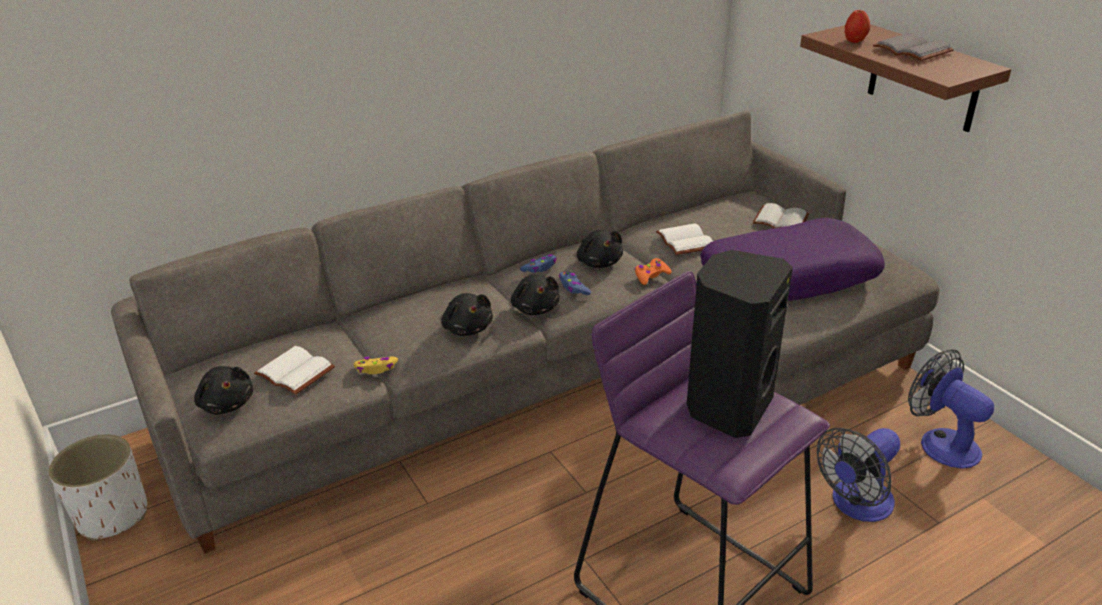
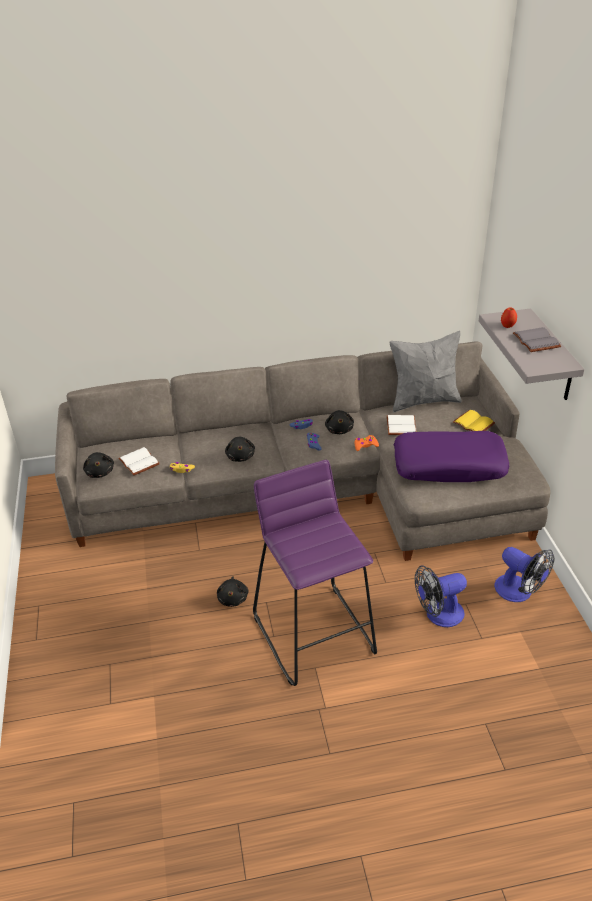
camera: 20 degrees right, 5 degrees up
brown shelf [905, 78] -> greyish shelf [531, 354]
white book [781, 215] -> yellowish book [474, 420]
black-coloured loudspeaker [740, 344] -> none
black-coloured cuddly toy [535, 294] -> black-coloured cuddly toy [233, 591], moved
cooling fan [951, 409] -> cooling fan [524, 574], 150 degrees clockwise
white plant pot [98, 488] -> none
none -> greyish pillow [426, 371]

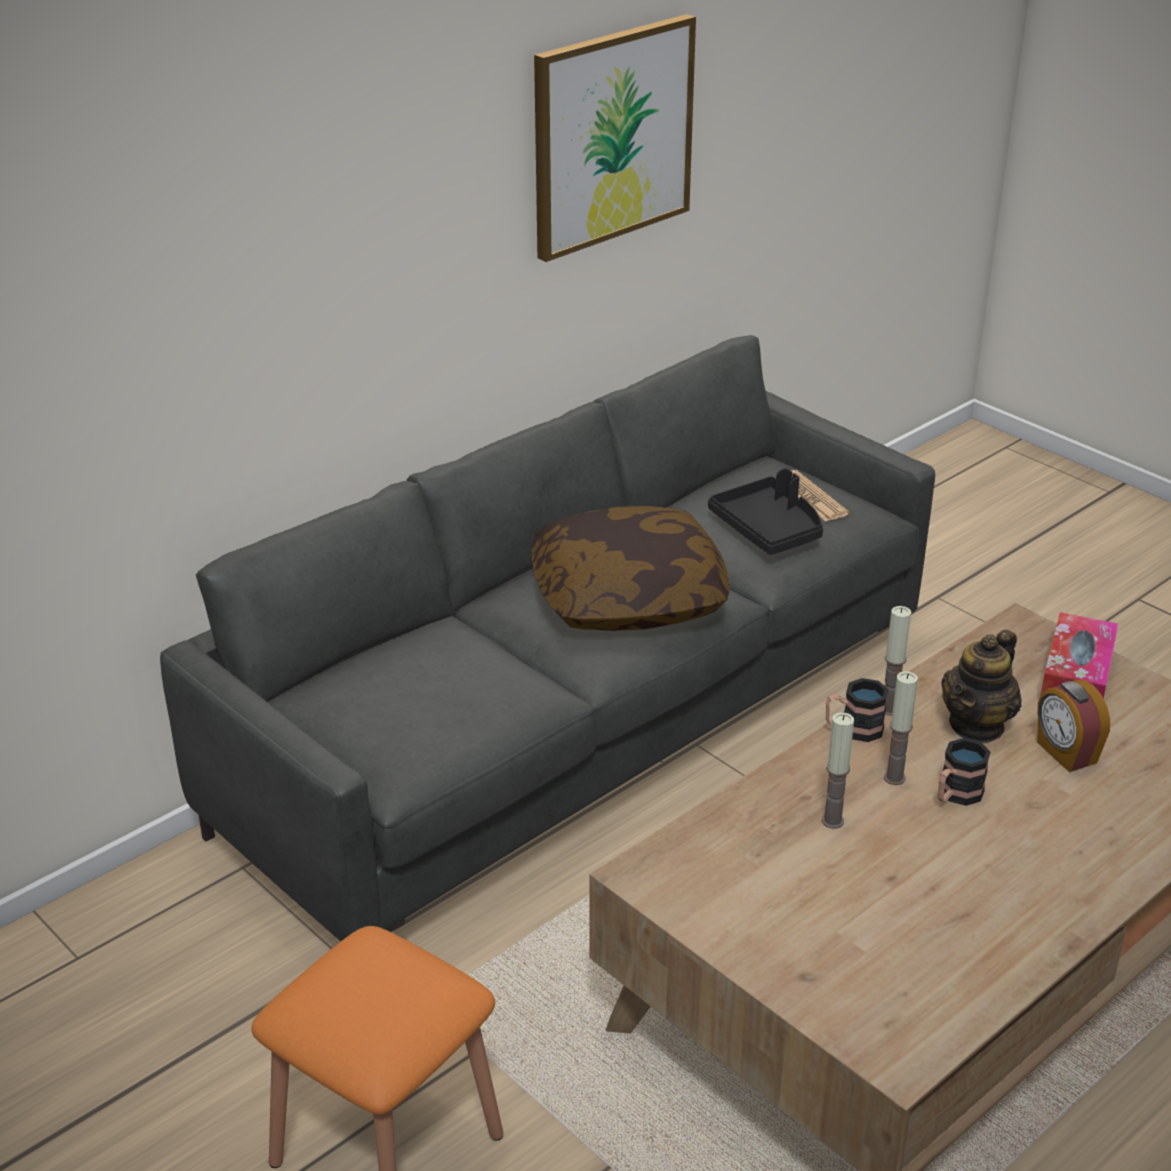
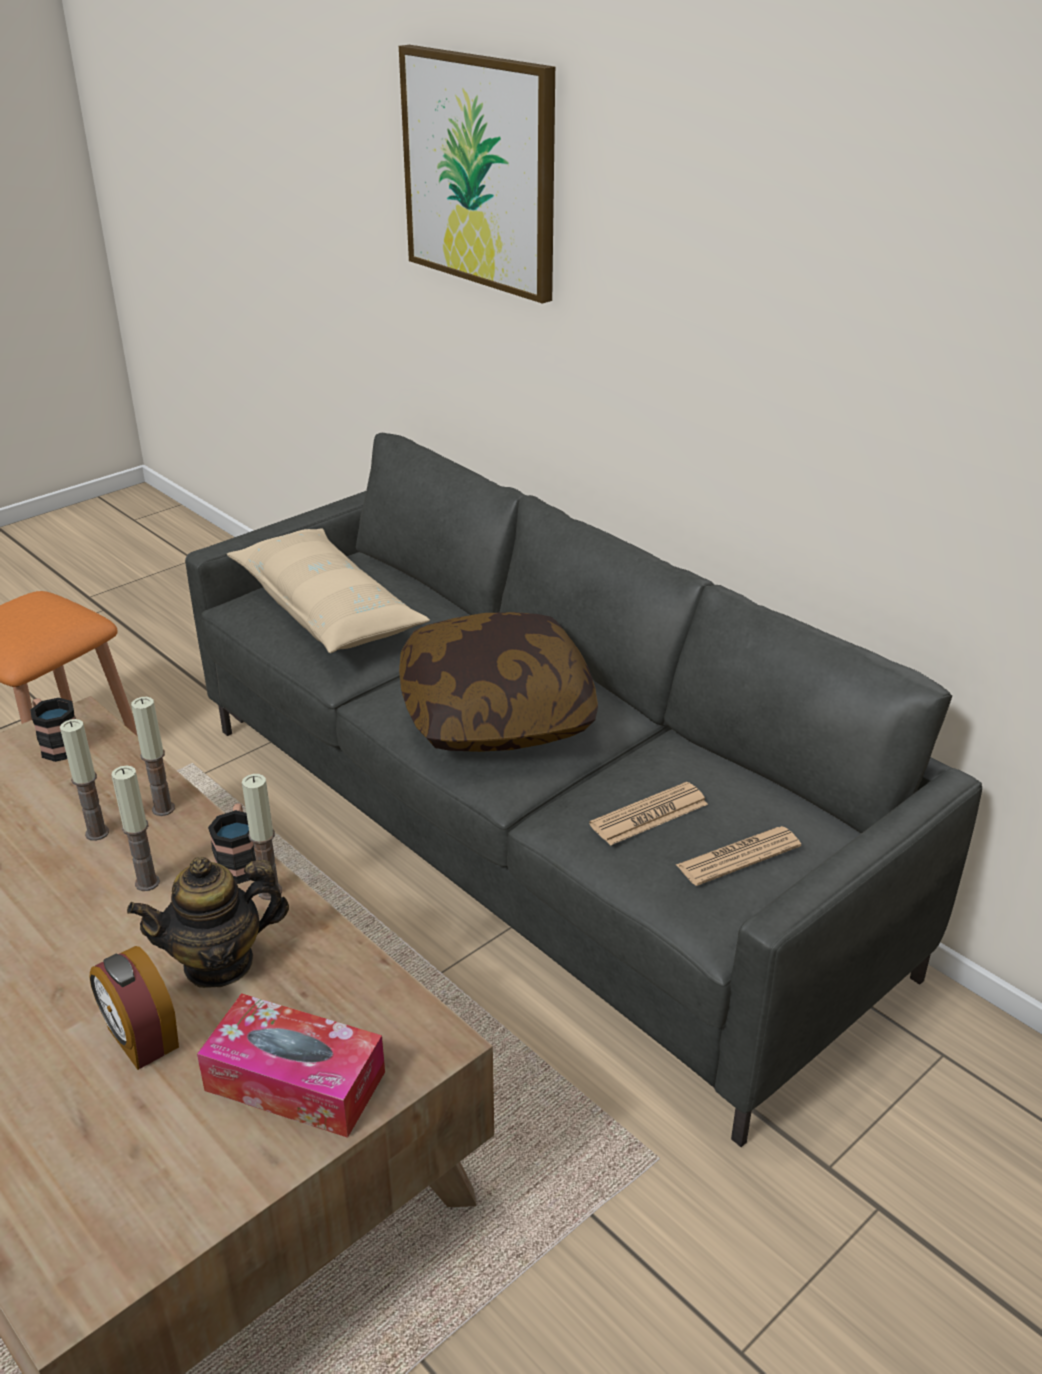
camera: 90 degrees right, 0 degrees up
wall art [615, 138] -> wall art [477, 174], moved
black-coloured tray [765, 511] -> printed paper [648, 814]
pot for tea [981, 686] -> pot for tea [208, 922], 60 degrees counterclockwise
alarm clock [1073, 726] -> alarm clock [134, 1008], 105 degrees counterclockwise
coffee mug [964, 772] -> coffee mug [53, 730], moved
none -> beige-coloured pillow [328, 590]
none -> candle [153, 756]

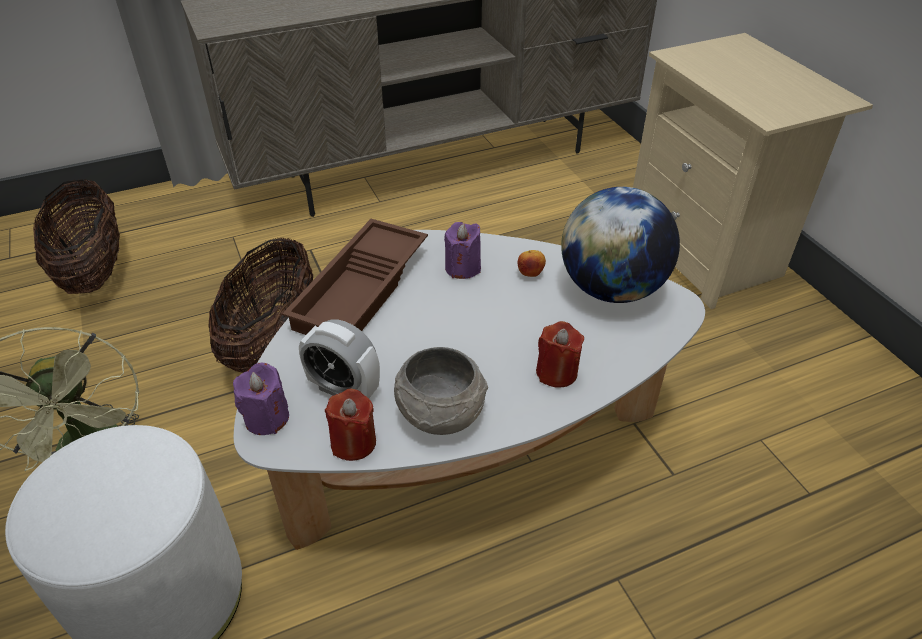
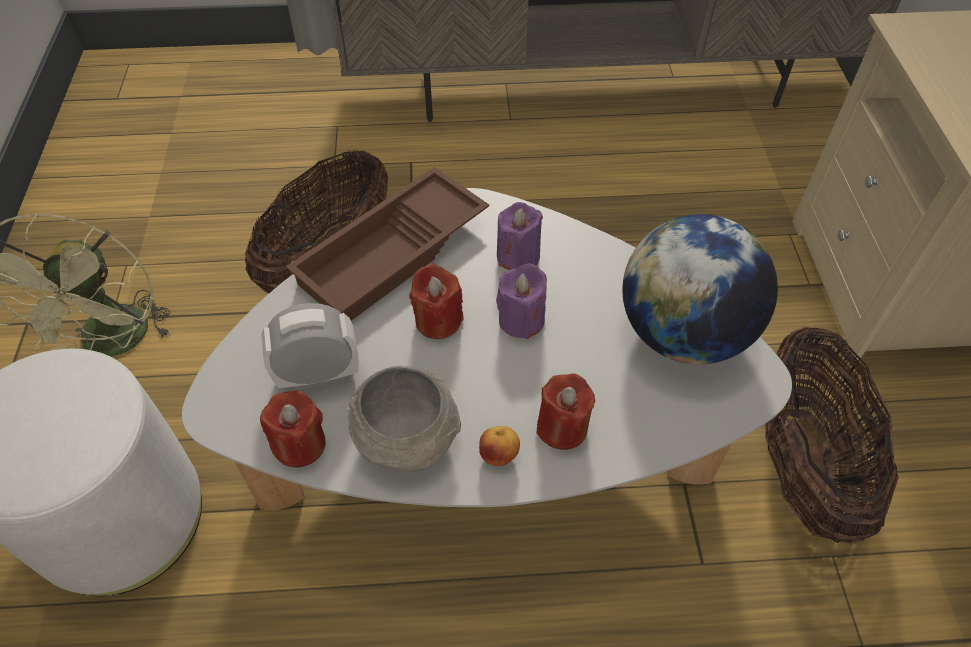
camera: 20 degrees right, 10 degrees up
household basket [76, 236] -> household basket [832, 435], moved
apple fruit [531, 263] -> apple fruit [499, 446], moved
alarm clock [339, 358] -> alarm clock [310, 346], 120 degrees clockwise
purplish candle [261, 399] -> purplish candle [521, 301], moved
none -> reddish candle [436, 301]

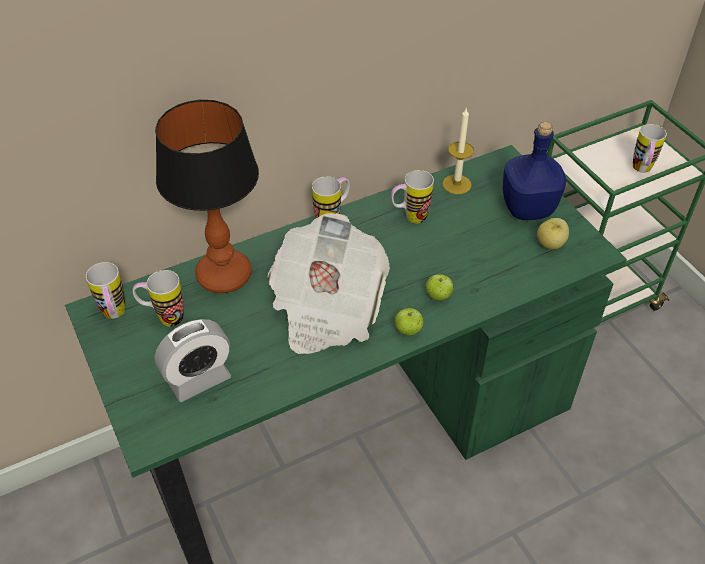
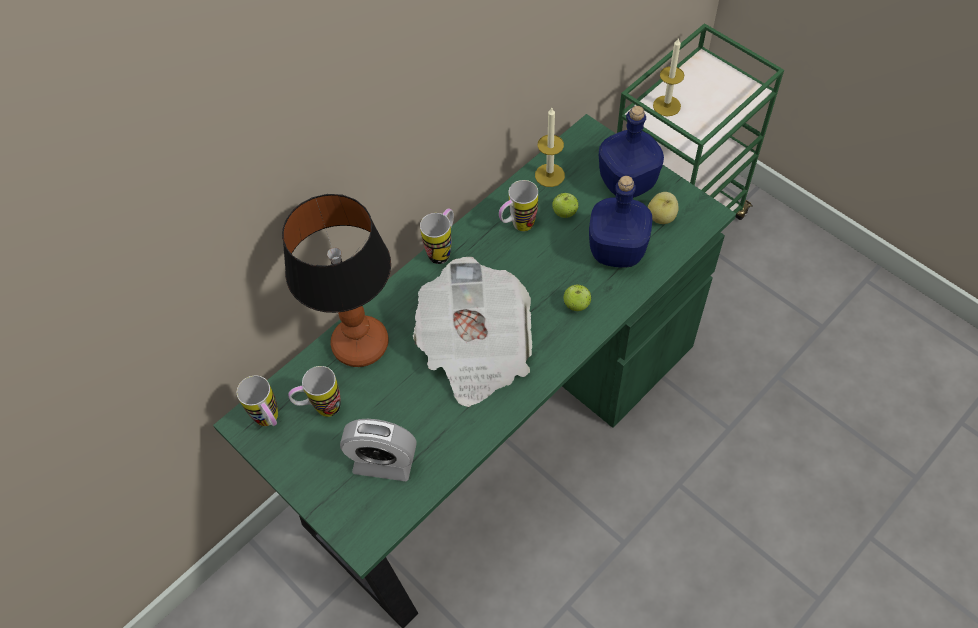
camera: 15 degrees left, 10 degrees up
coffee mug [650, 148] -> none
apple fruit [409, 321] -> apple fruit [565, 205], moved
alarm clock [193, 360] -> alarm clock [378, 450], 60 degrees clockwise
none -> candle [668, 76]
none -> blue-coloured beverage bottle [620, 222]

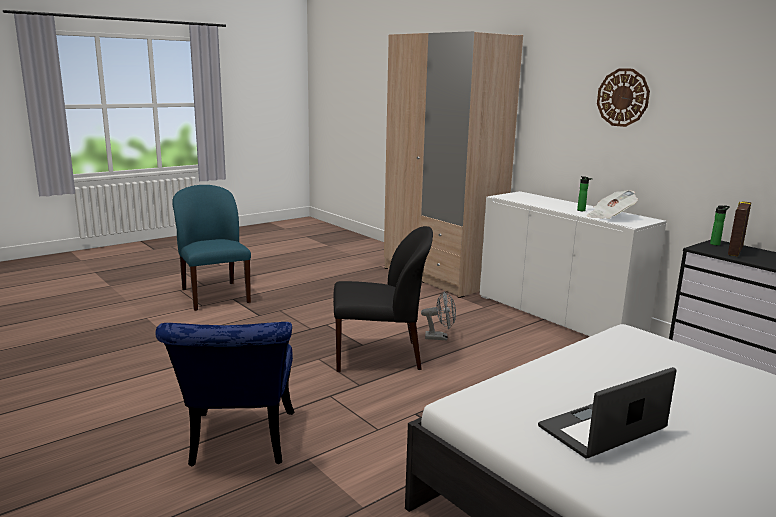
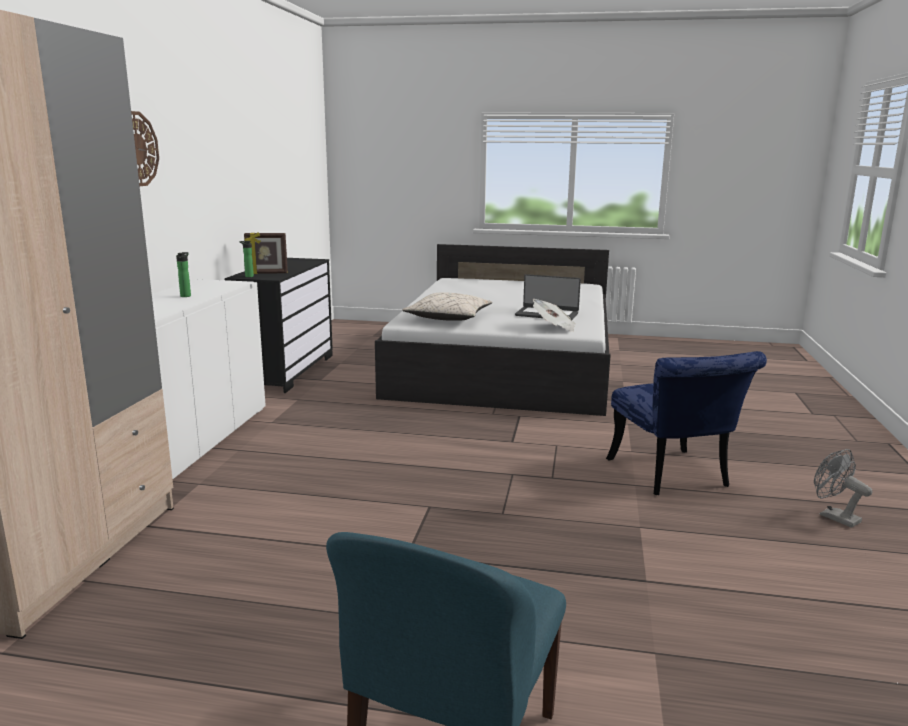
camera: 130 degrees left, 0 degrees up
printed paper [612, 204] -> printed paper [554, 315], moved
black-coloured chair [383, 299] -> none
greyish cooling fan [438, 315] -> greyish cooling fan [843, 488], moved
blue-coloured chair [224, 394] -> blue-coloured chair [686, 423], 120 degrees clockwise
none -> beige-coloured pillow [447, 306]

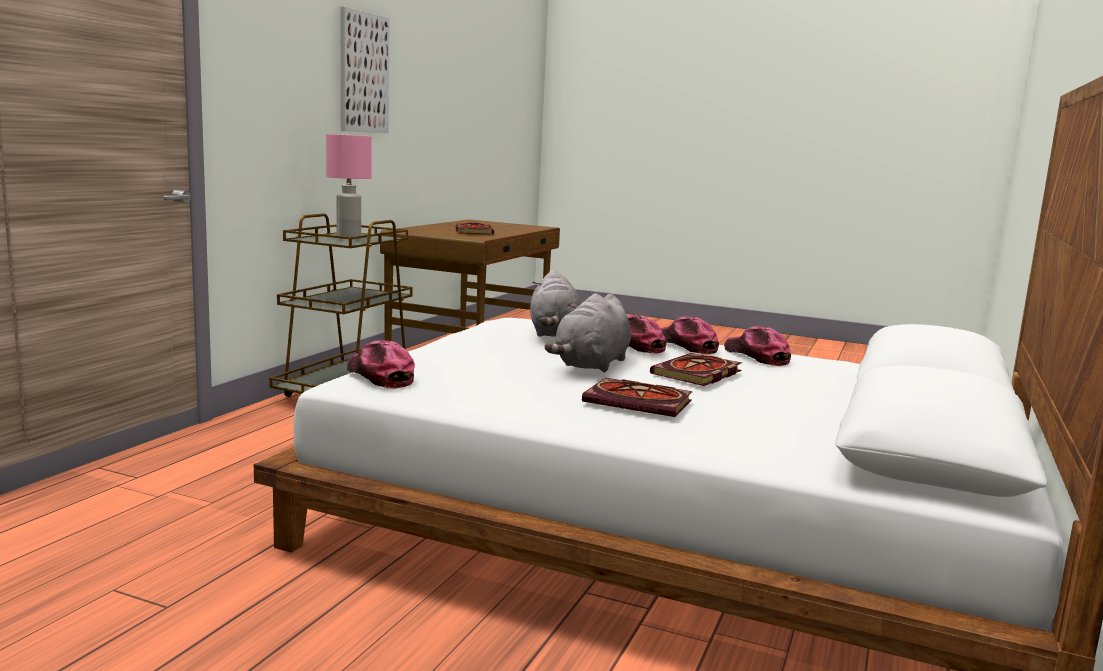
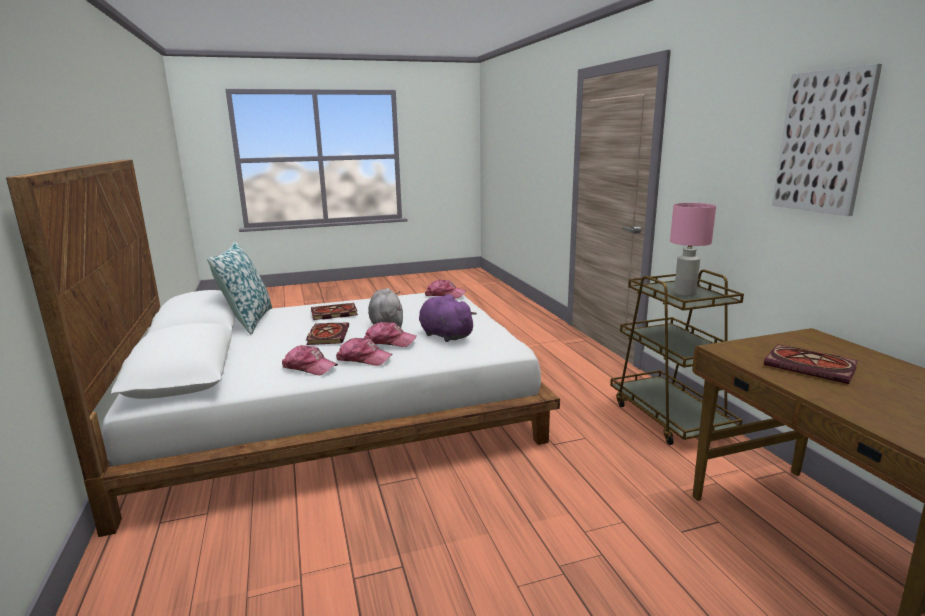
camera: 140 degrees right, 5 degrees up
greyish cuddly toy [555, 303] -> purplish cuddly toy [448, 318]
none -> pillow [239, 288]

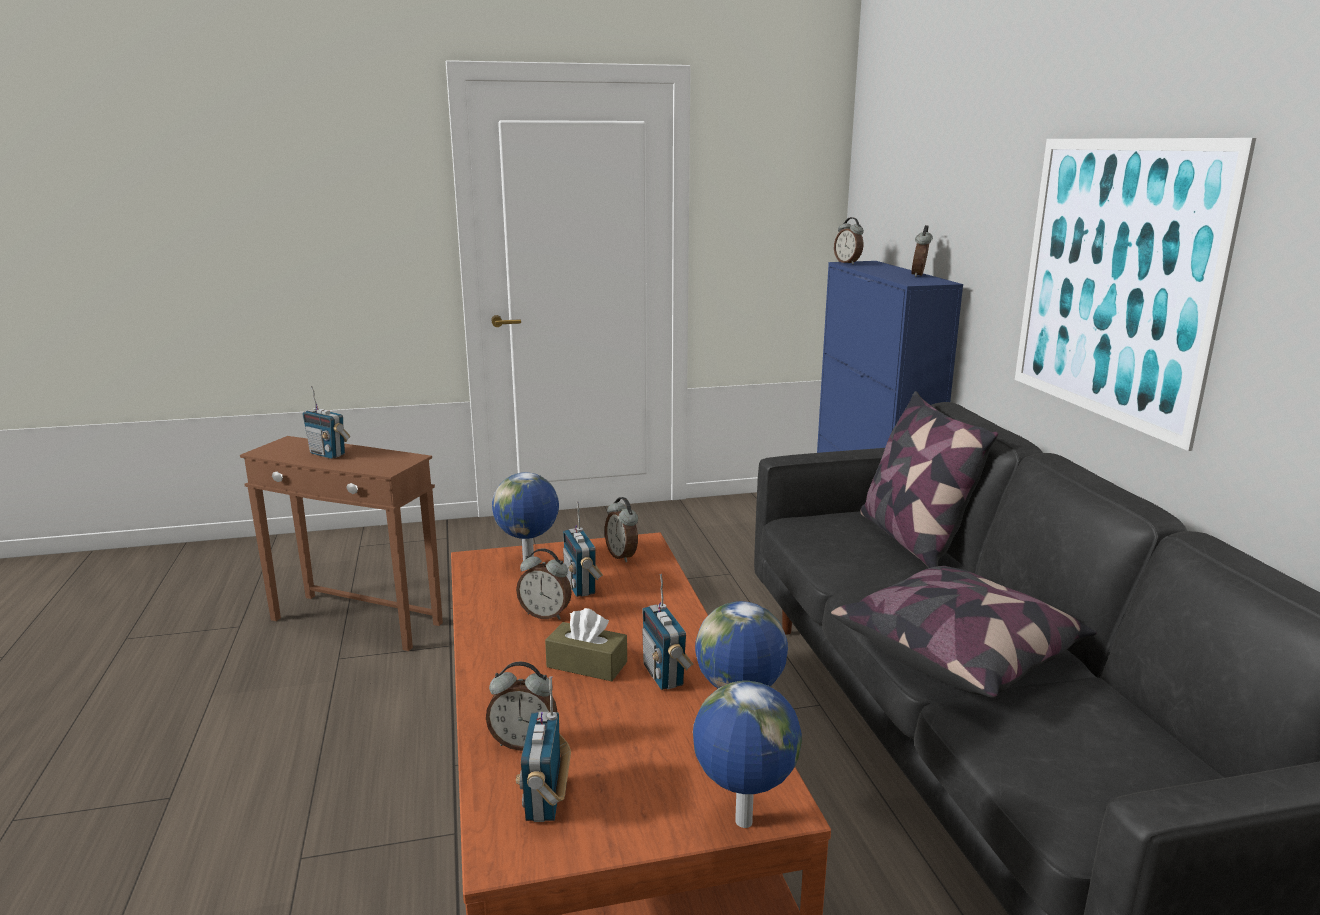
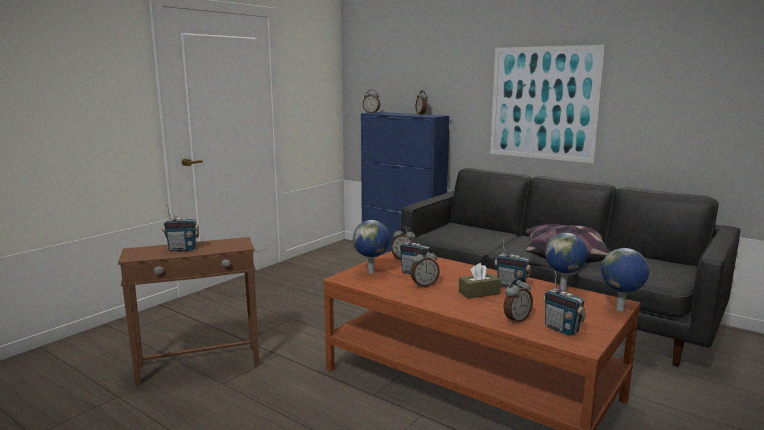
camera: 40 degrees left, 5 degrees down
pillow [929, 479] -> none

